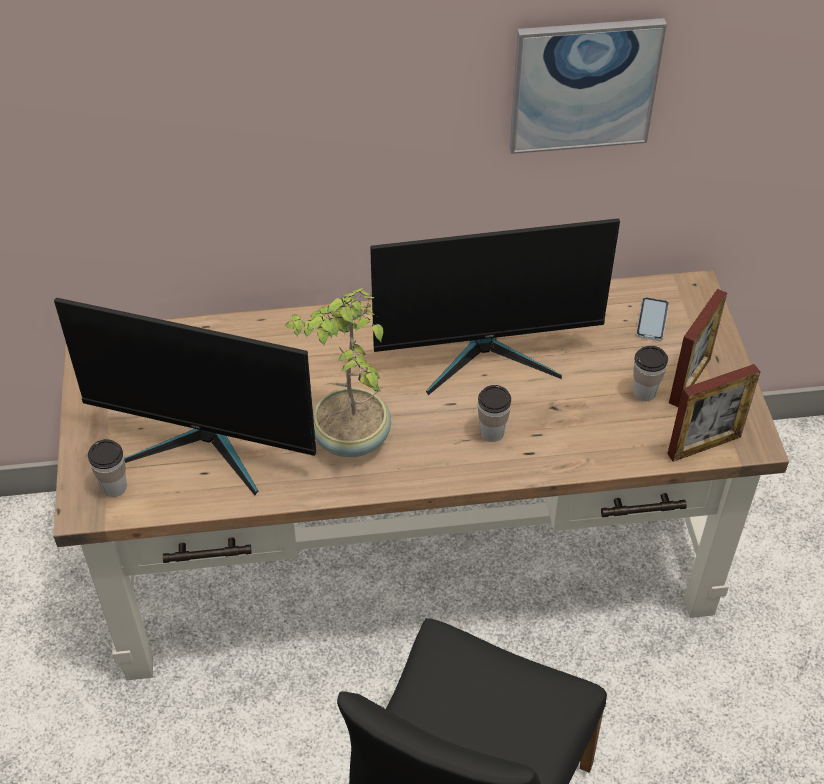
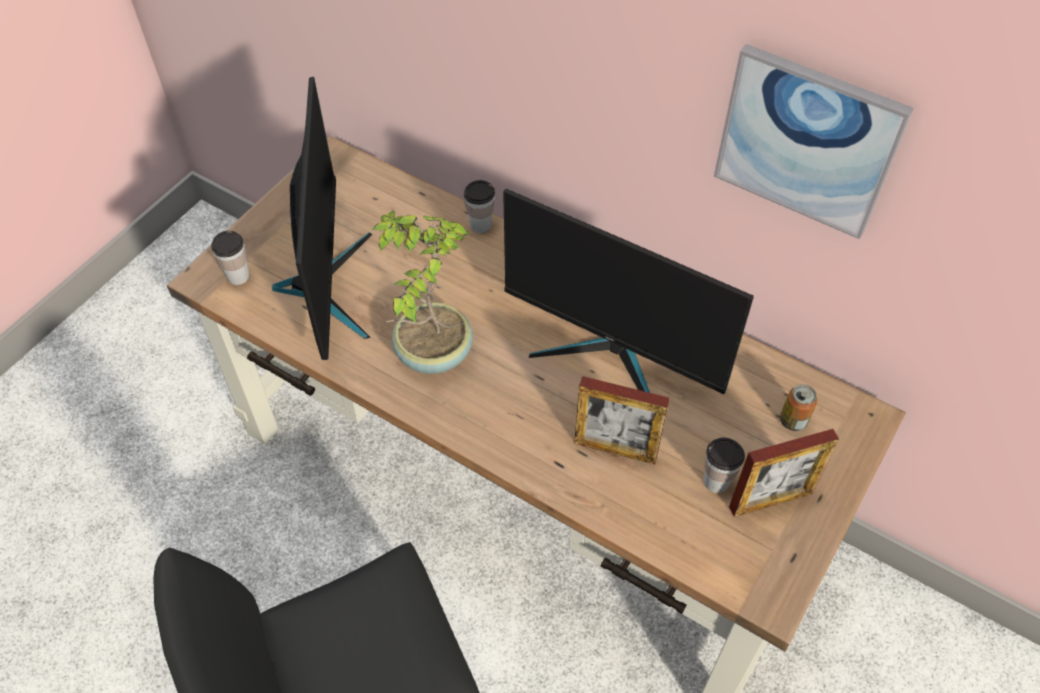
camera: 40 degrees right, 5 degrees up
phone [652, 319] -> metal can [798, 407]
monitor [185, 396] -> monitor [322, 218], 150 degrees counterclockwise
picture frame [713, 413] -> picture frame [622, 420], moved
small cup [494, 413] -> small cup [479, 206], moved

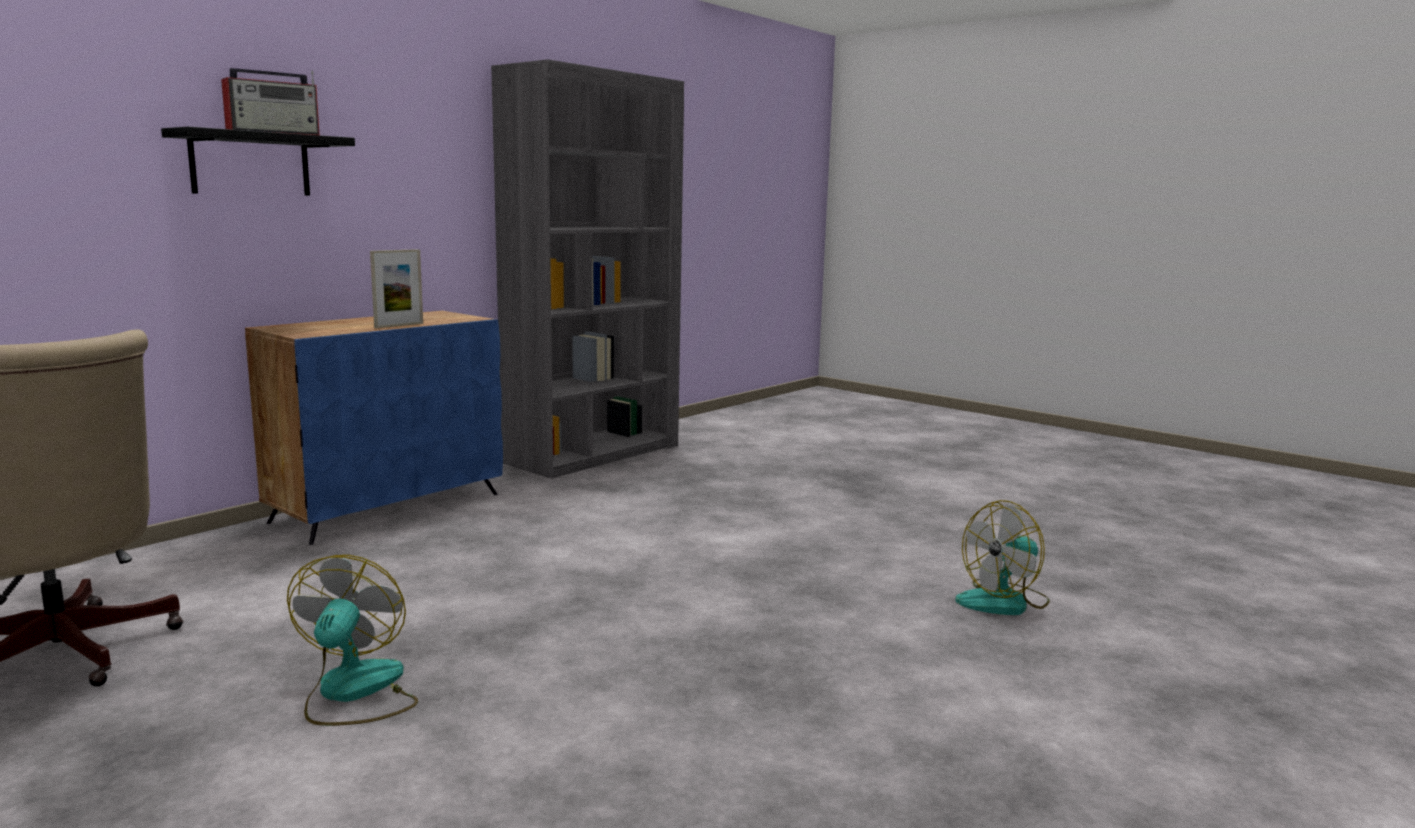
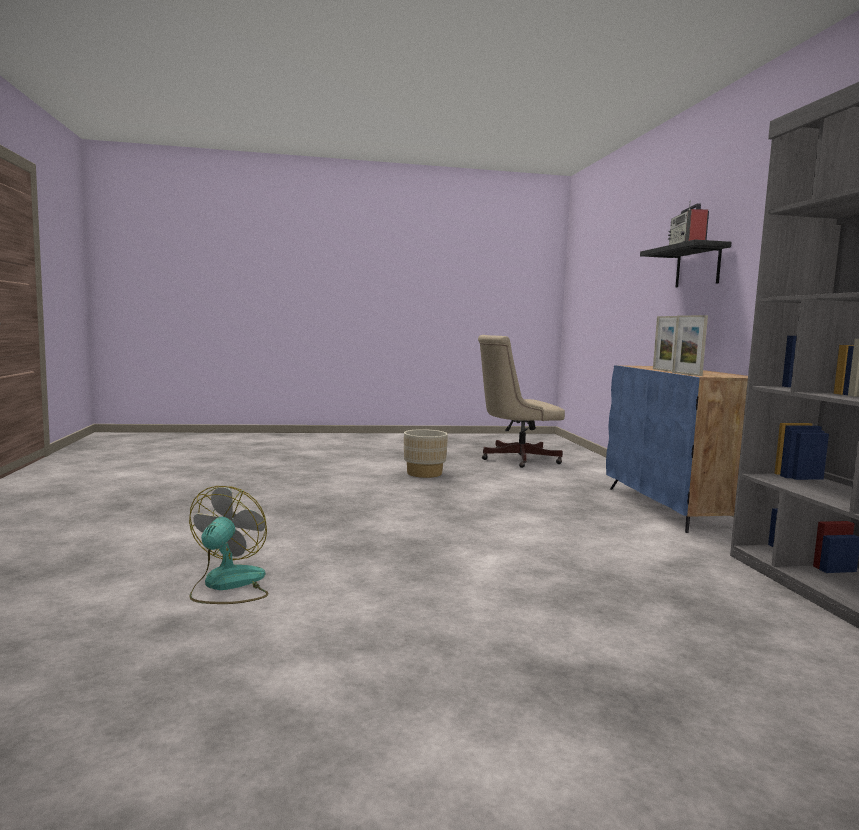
camera: 130 degrees right, 5 degrees down
cooling fan [352, 640] -> beige-coloured plant pot [426, 453]
none -> picture frame [690, 345]

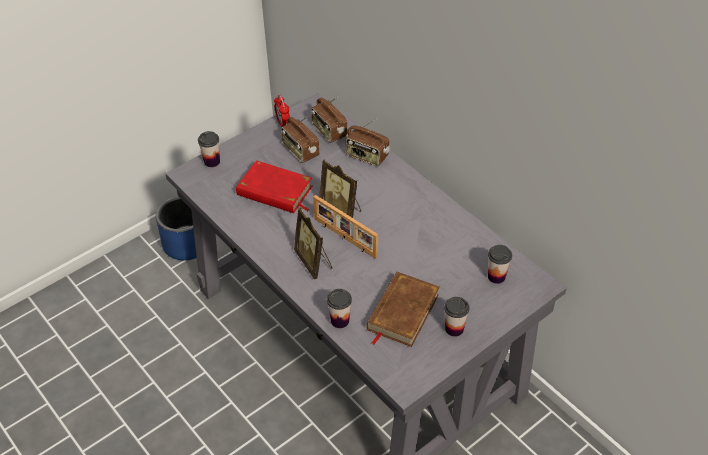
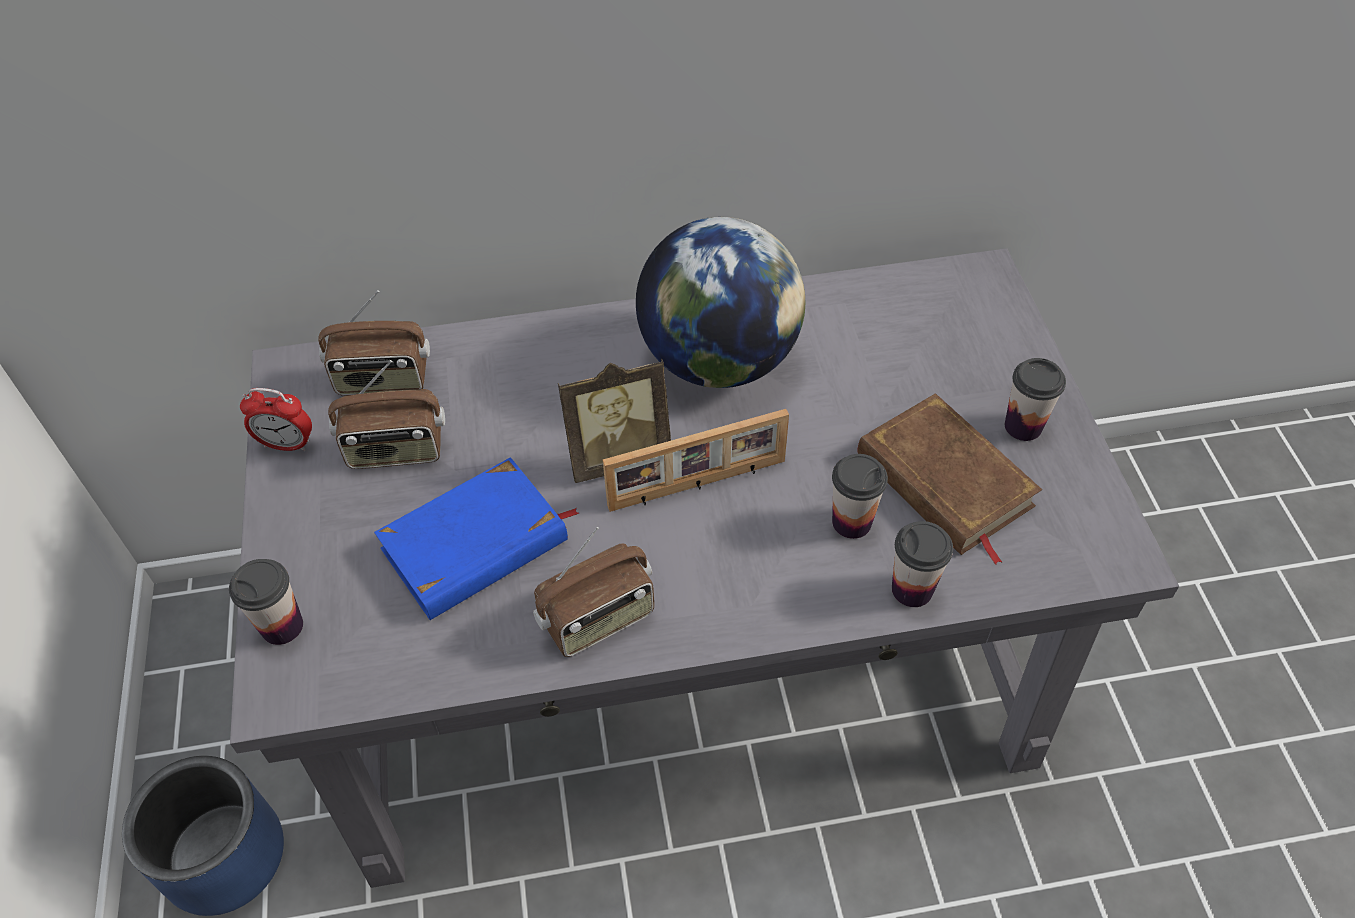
camera: 60 degrees left, 5 degrees up
radio [368, 142] -> radio [593, 592], moved
reddish book [274, 186] -> blue-coloured book [476, 538]
picture frame [313, 243] -> none
small cup [500, 264] -> small cup [860, 496], moved
none -> world globe [721, 302]

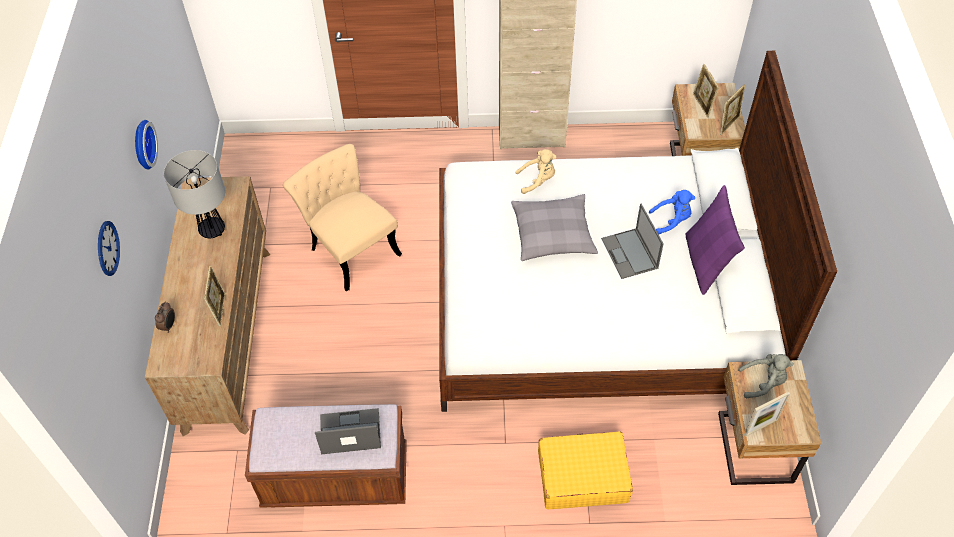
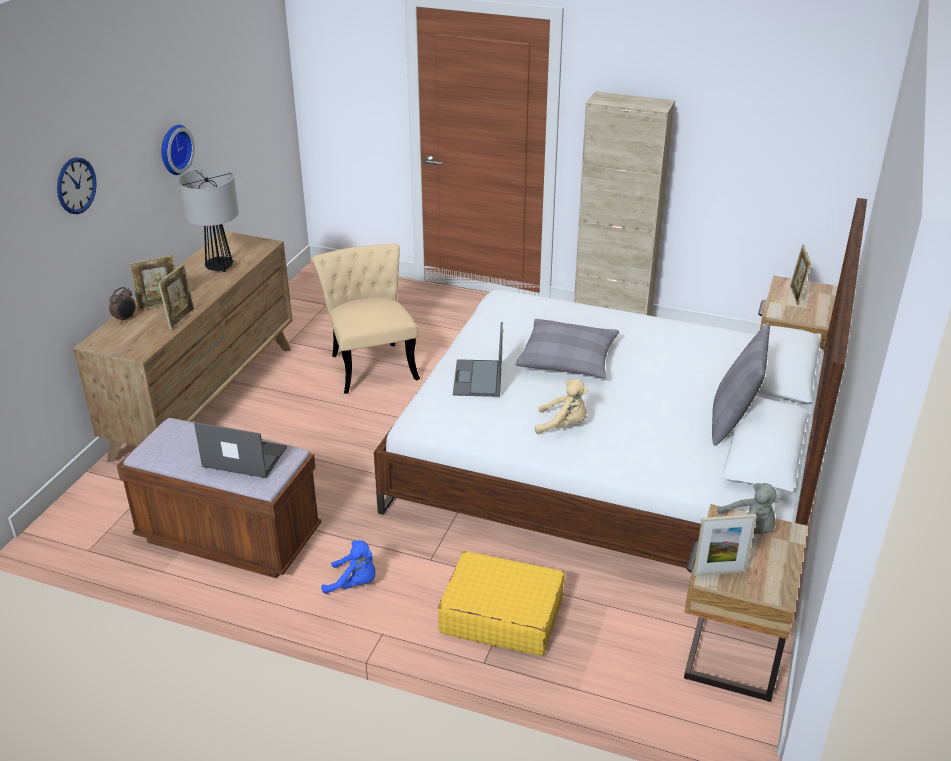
camera: 20 degrees right, 20 degrees down
picture frame [732, 110] -> picture frame [152, 283], moved
beige-coloured cuddly toy [536, 171] -> beige-coloured cuddly toy [561, 406], moved
purplish pillow [715, 240] -> greyish pillow [741, 383]
blue-coloured cuddly toy [672, 212] -> blue-coloured cuddly toy [348, 567], moved
notebook computer [632, 241] -> notebook computer [478, 359], moved

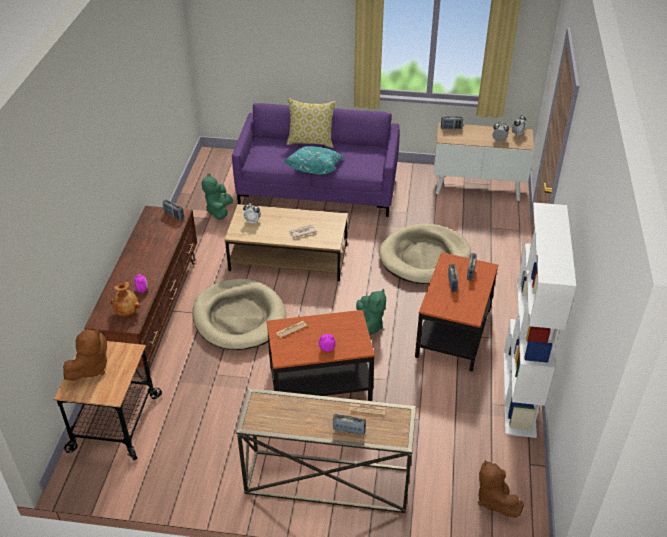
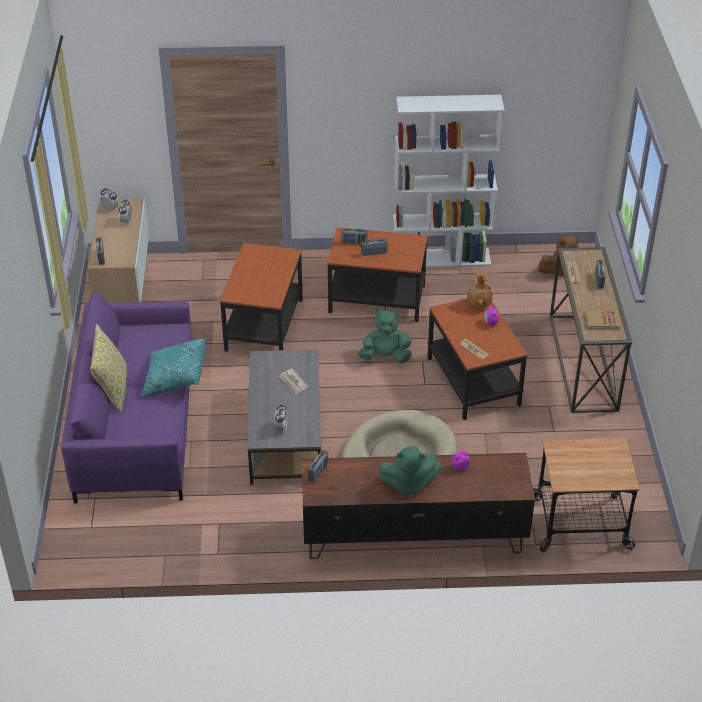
camera: 100 degrees left, 0 degrees up
greenish cuddly toy [217, 196] -> greenish cuddly toy [410, 472], moved
brown low table [286, 242] -> greyish low table [284, 417]
beige-coloured dog cushion [425, 253] -> accent table [261, 297]
brown flower vase [125, 299] -> brown flower vase [479, 290], moved
brown cuddly toy [85, 355] -> none
none -> book [603, 319]

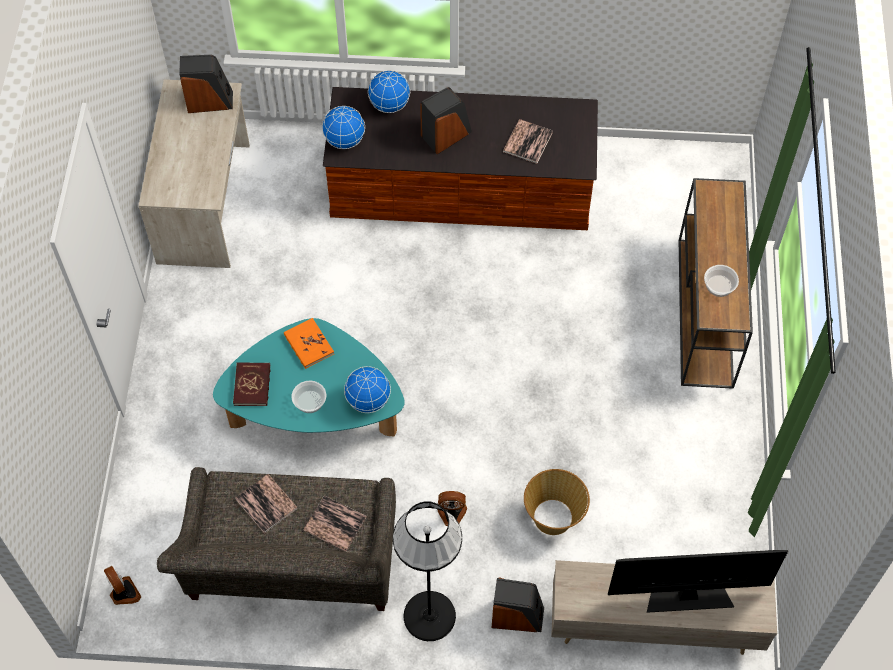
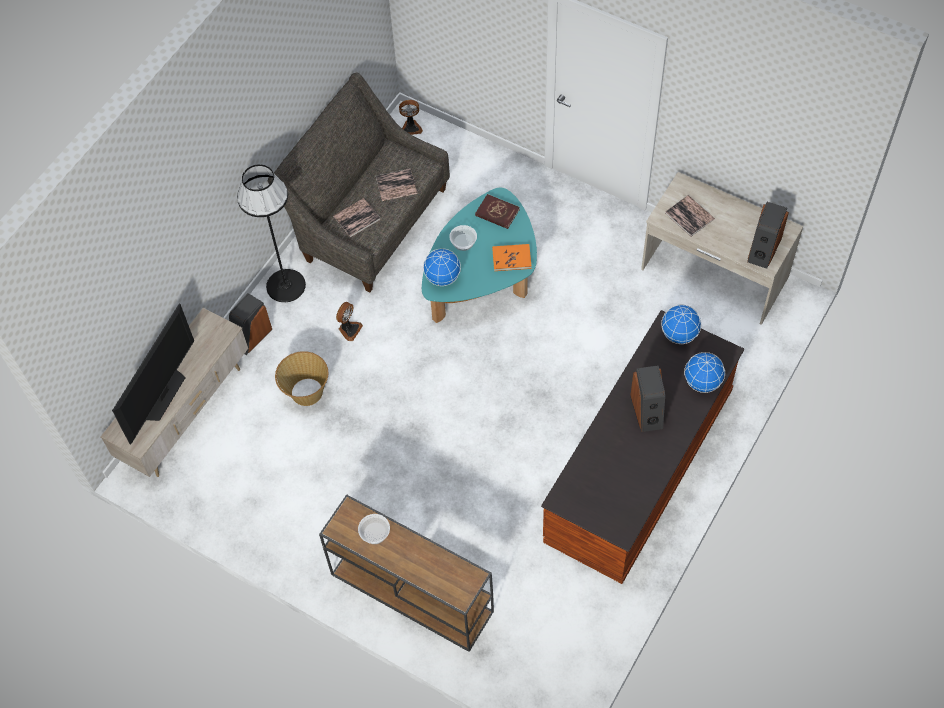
camera: 120 degrees right, 0 degrees up
book [528, 141] -> book [690, 216], moved

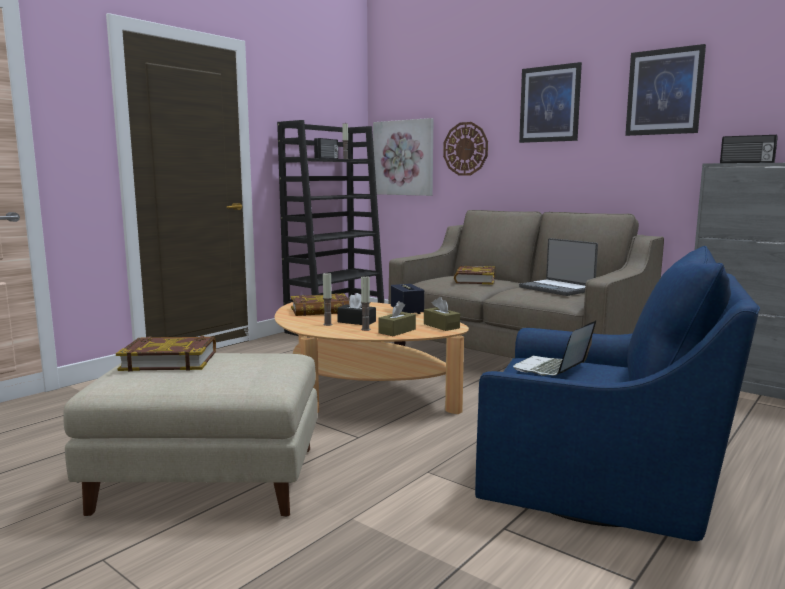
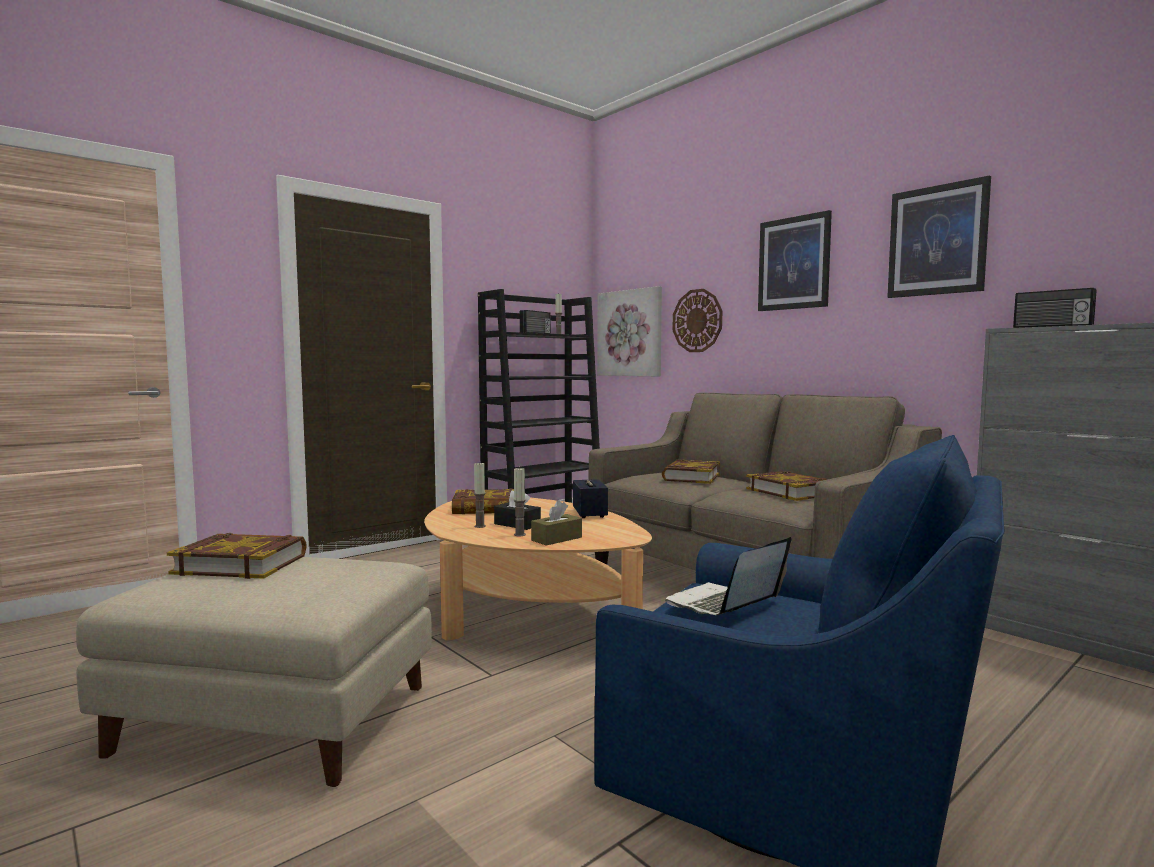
camera: 10 degrees right, 5 degrees down
notebook computer [558, 267] -> book [786, 486]
brown tissue holder [442, 314] -> none

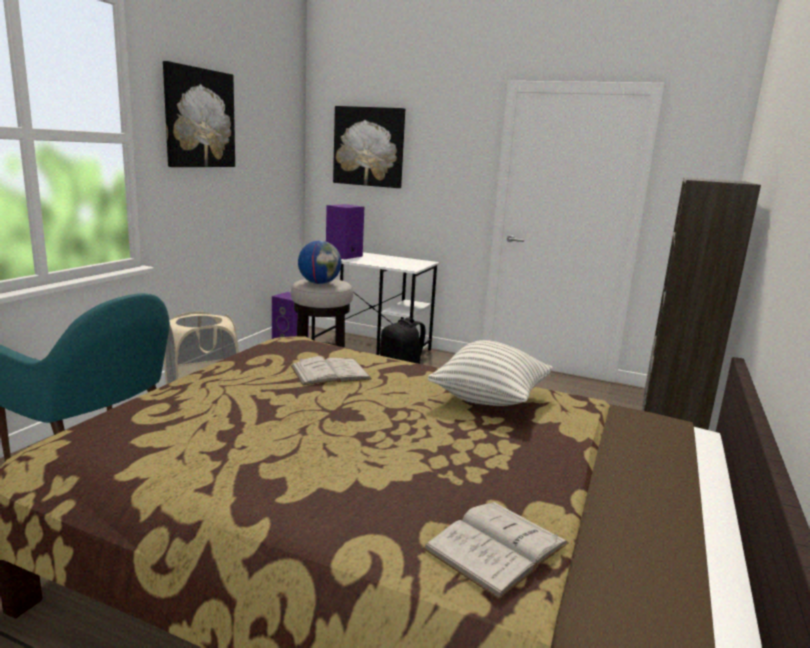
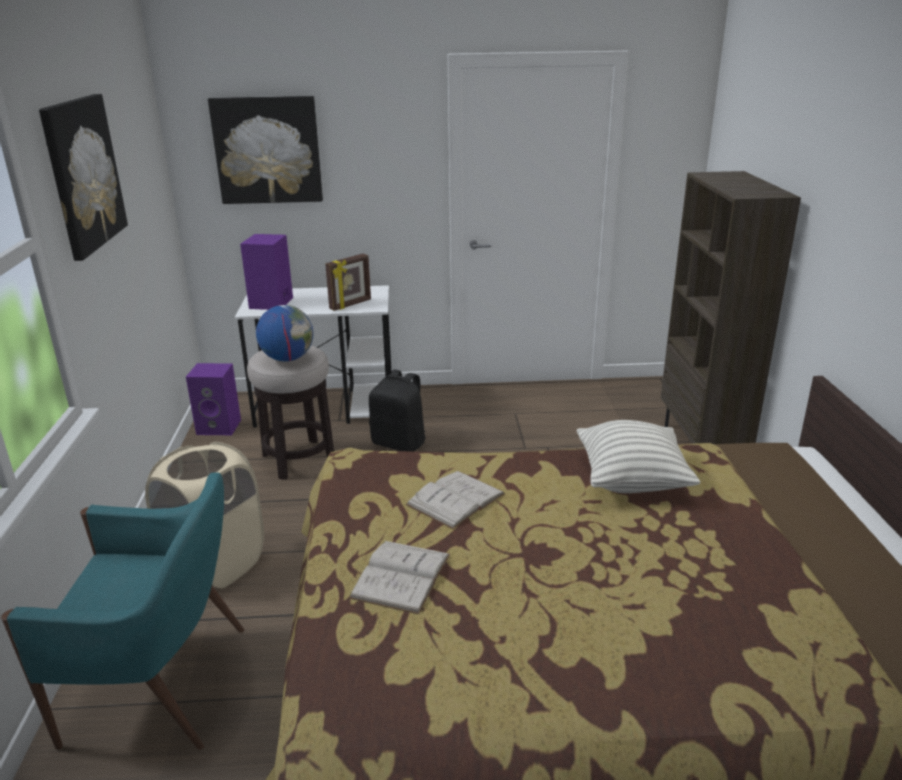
camera: 25 degrees left, 10 degrees up
white book [496, 550] -> white book [399, 577], moved
none -> picture frame [348, 282]

